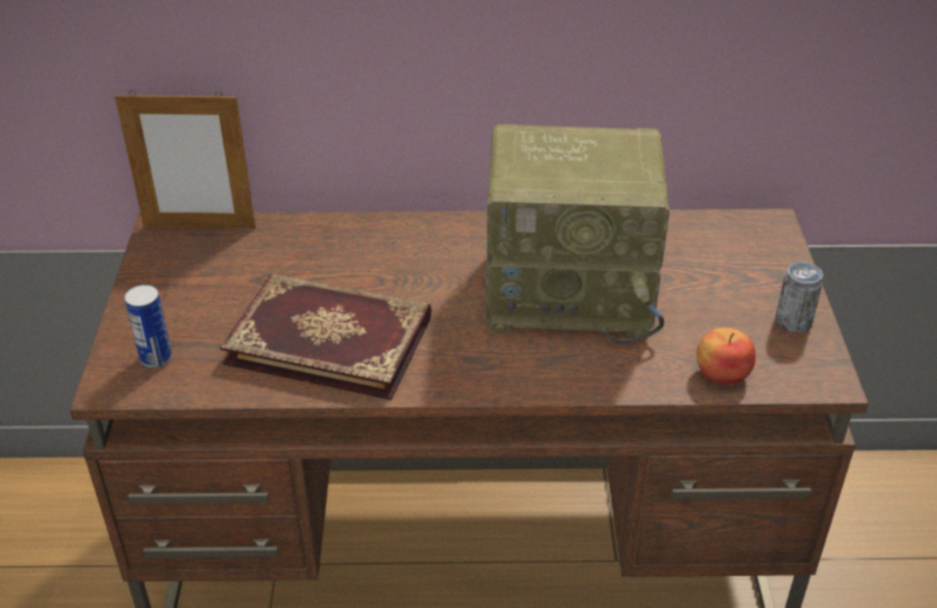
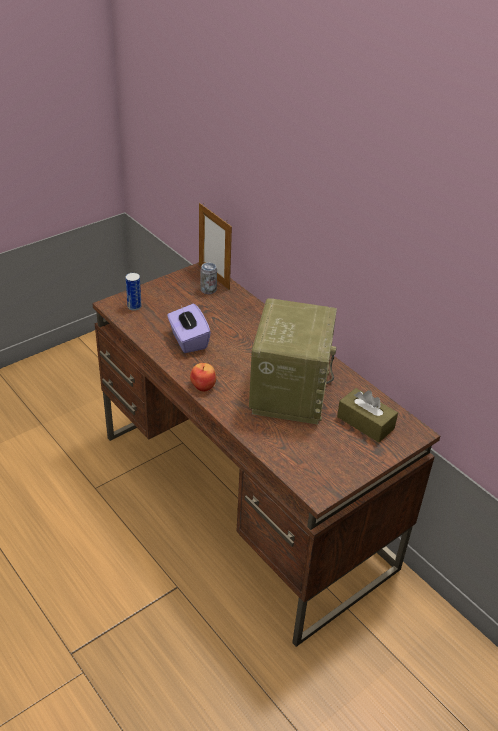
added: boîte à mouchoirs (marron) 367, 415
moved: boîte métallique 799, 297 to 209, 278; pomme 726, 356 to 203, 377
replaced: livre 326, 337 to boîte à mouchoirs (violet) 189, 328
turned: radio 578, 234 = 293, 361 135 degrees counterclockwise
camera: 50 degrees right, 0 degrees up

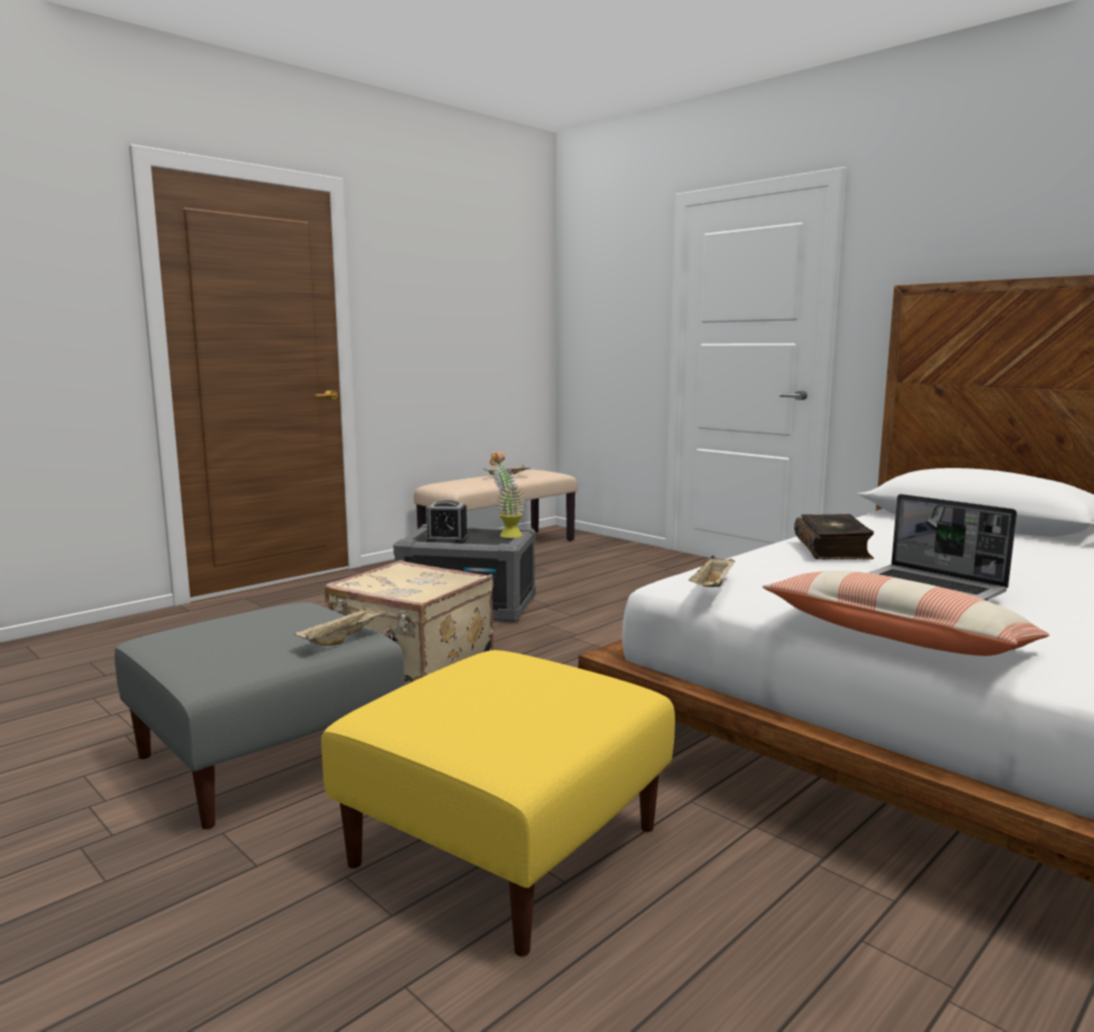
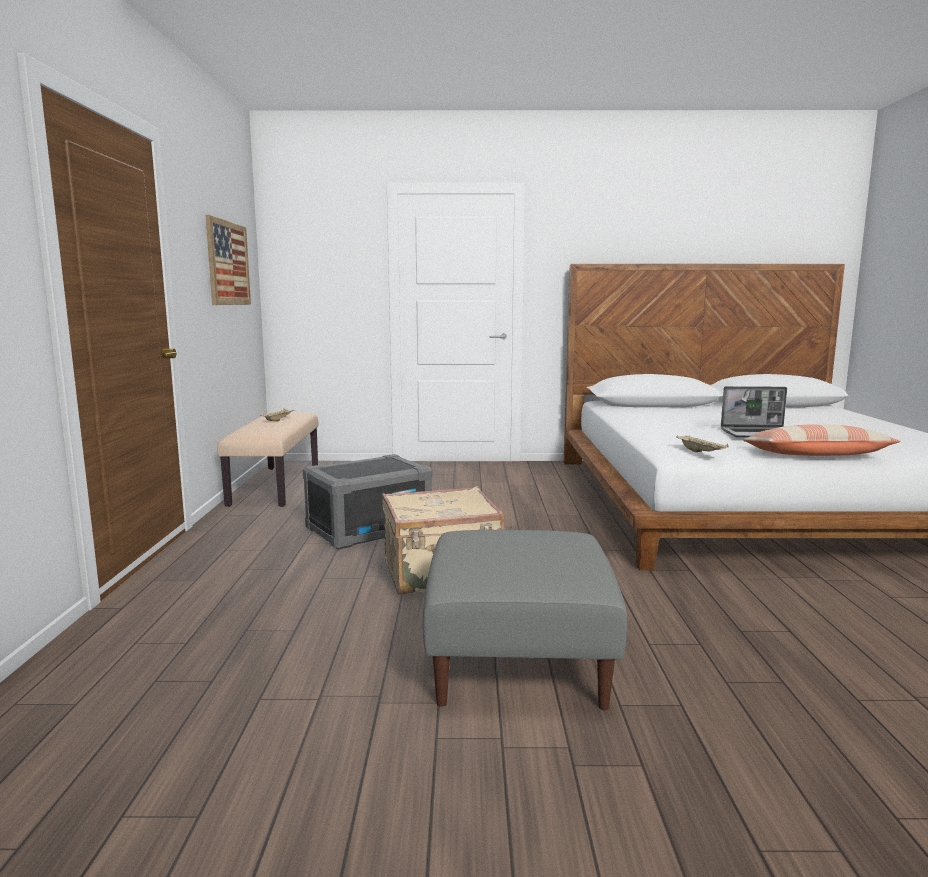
removed: plante en pot 507, 495; réveil 447, 521; livre 834, 537; plateau (beige) 340, 626; pouf (jaune) 498, 803
added: tableau 228, 260
camera: 45 degrees left, 0 degrees up

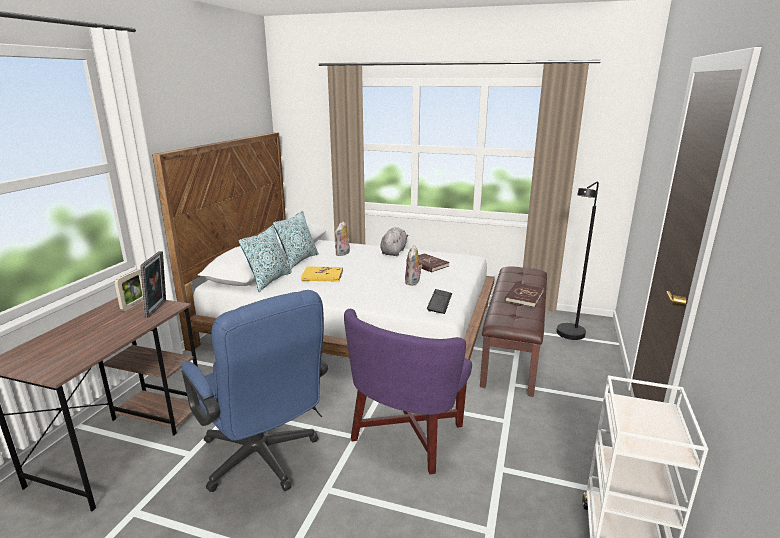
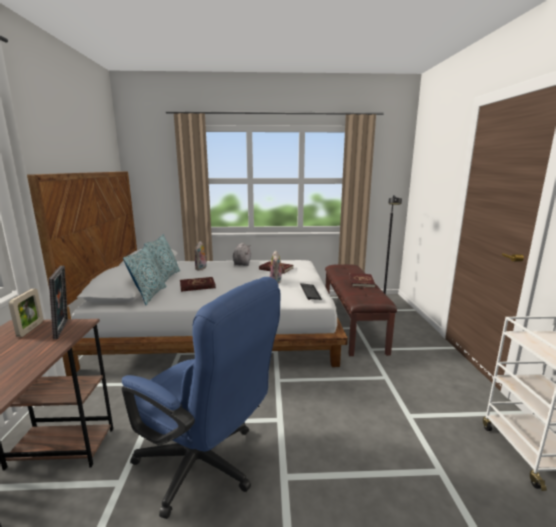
removed: fauteuil (violet) 408, 392
recoloured: livre (jaune) 322, 274 to livre (rouge) 198, 284
camera: 20 degrees left, 5 degrees down

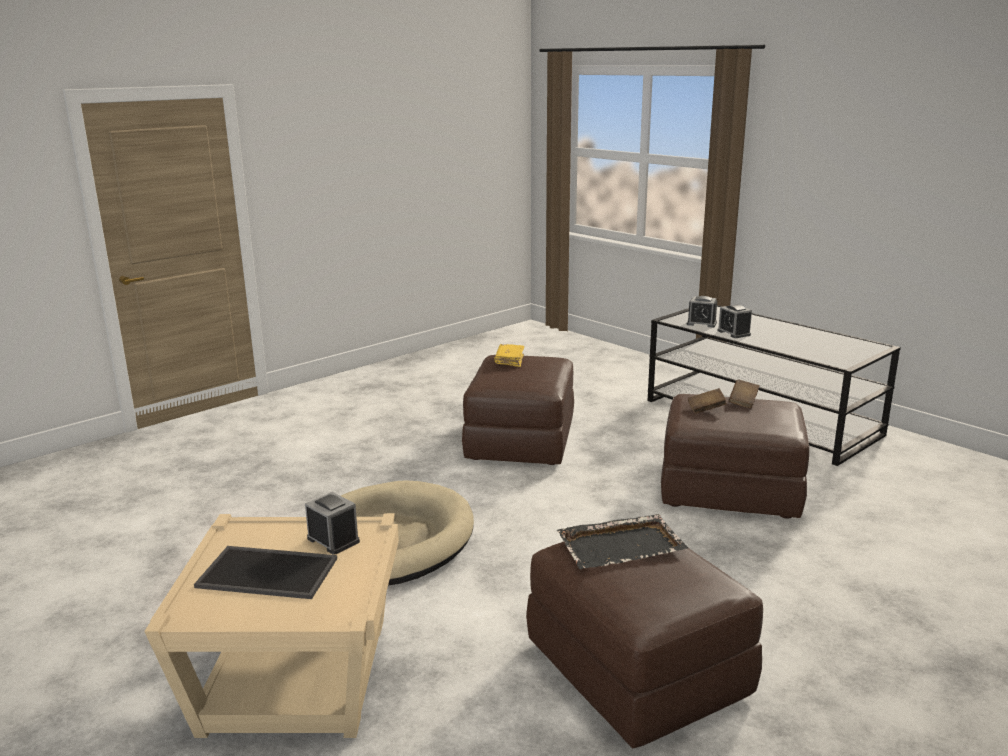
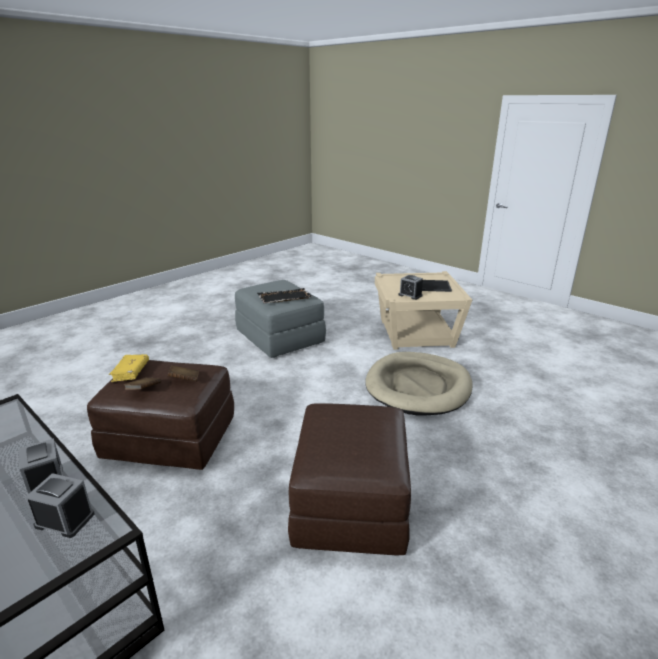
moved: livre (jaune) 509, 355 to 129, 368
recoloured: pouf (marron) 644, 645 to pouf (gris) 280, 319
camera: 175 degrees right, 5 degrees up

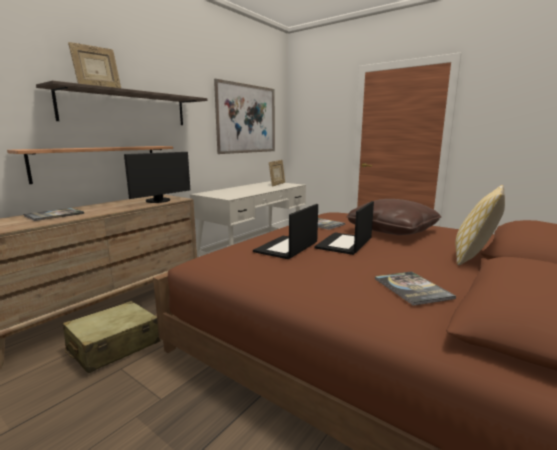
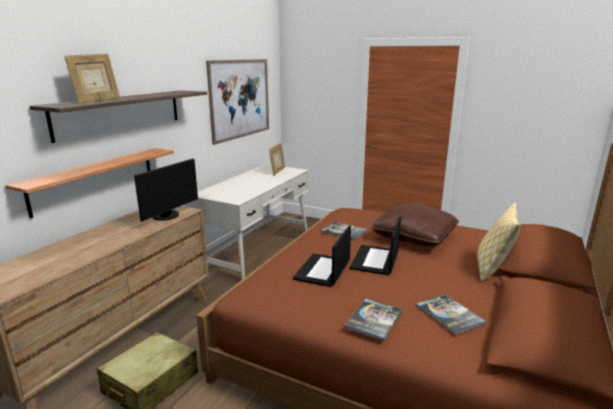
moved: livre 54, 214 to 373, 320
camera: 10 degrees left, 5 degrees up

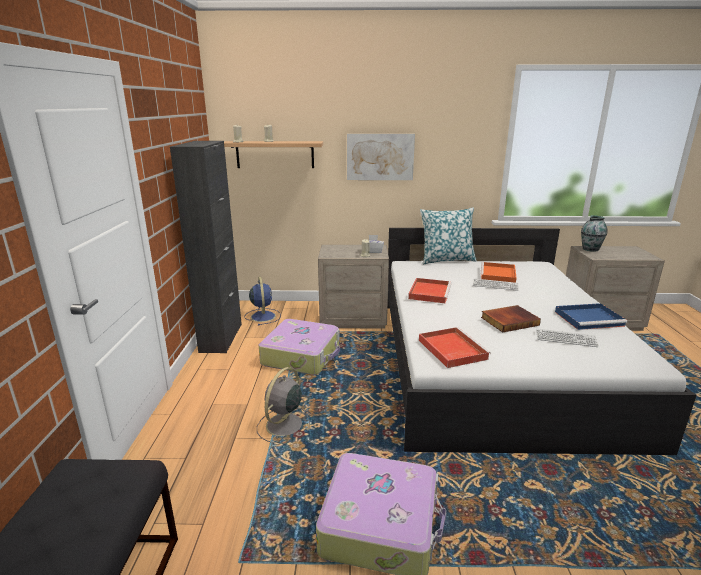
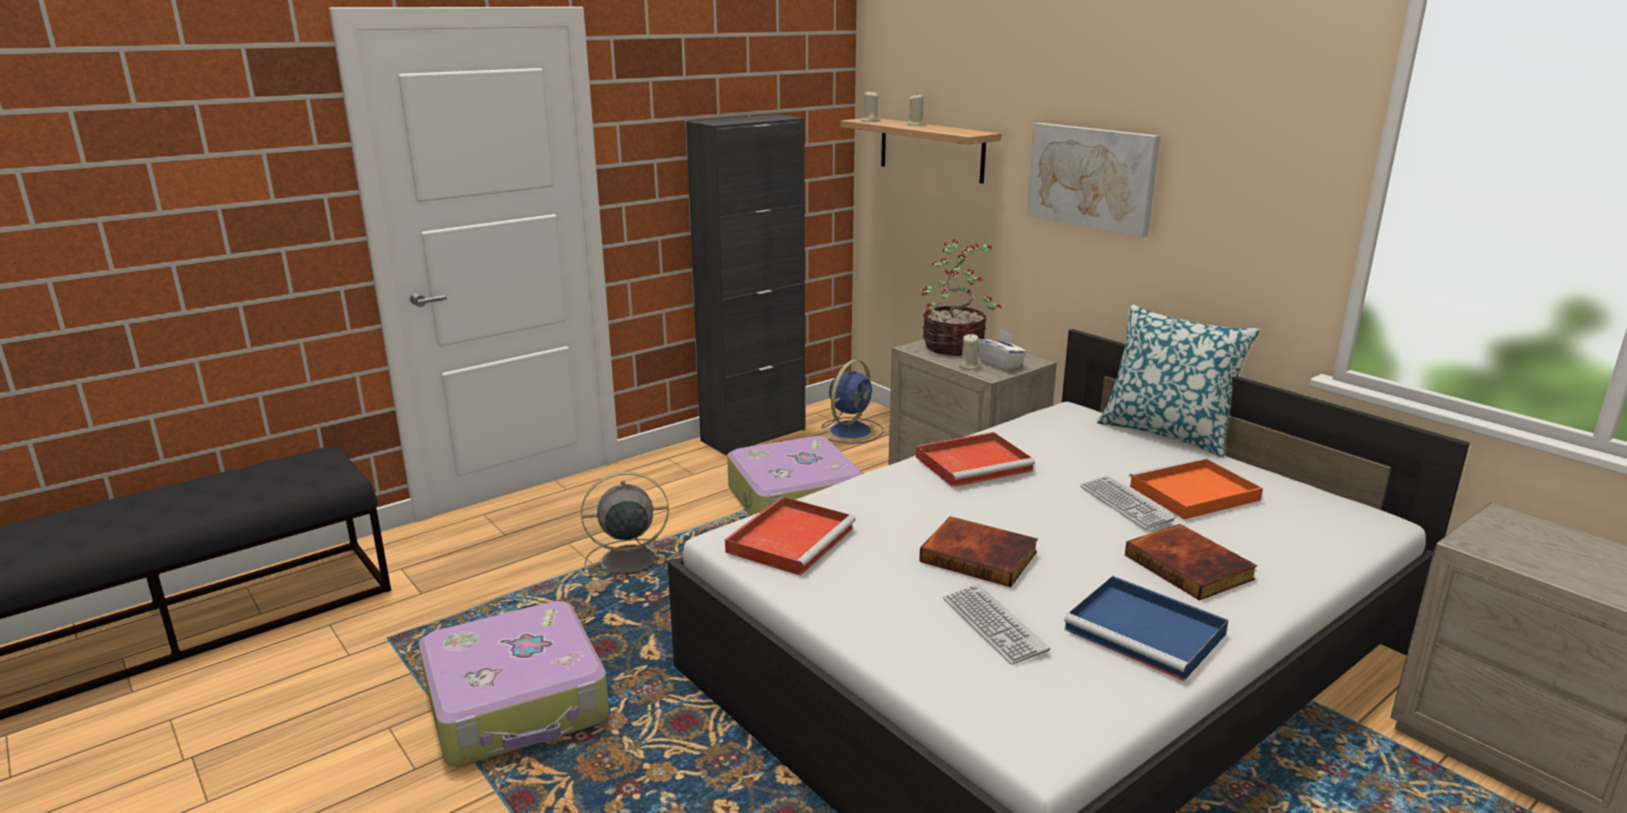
removed: vase 594, 233
added: plante en pot 962, 297; livre 1191, 562
camera: 50 degrees right, 0 degrees up

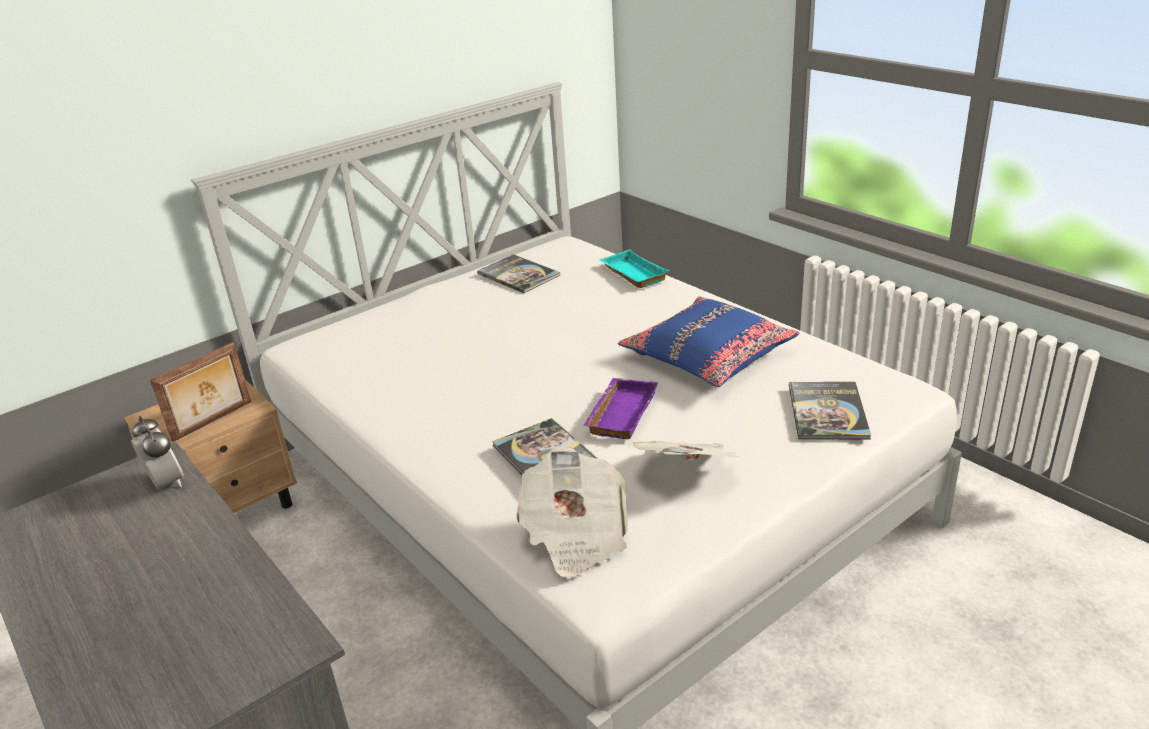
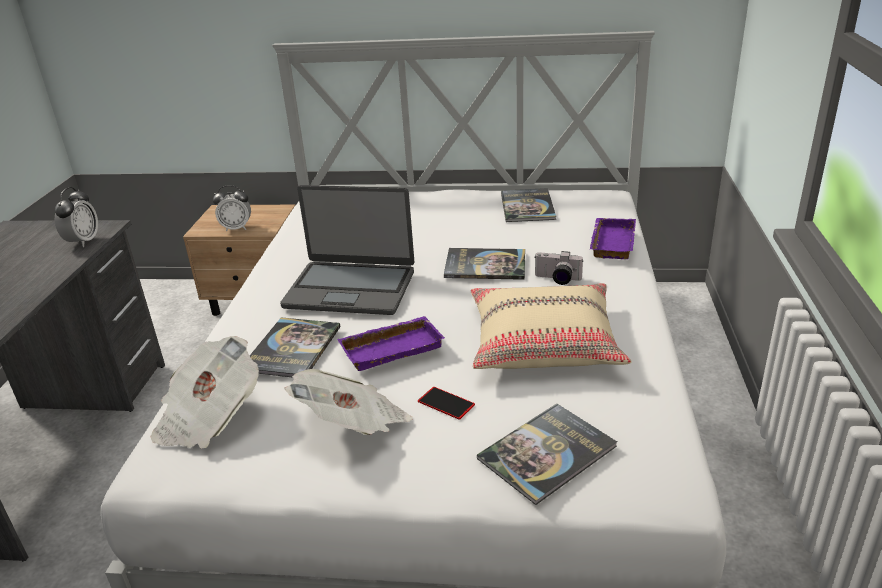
added: ordinateur portable 347, 250; livre 484, 264; appareil photo 559, 268; téléphone 446, 403
replaced: cadre photo 200, 392 to réveil 232, 208
recoloured: plateau (turquoise) 635, 268 to plateau (violet) 613, 238; coussin (bleu) 709, 341 to coussin (beige) 551, 326
camera: 45 degrees right, 0 degrees up

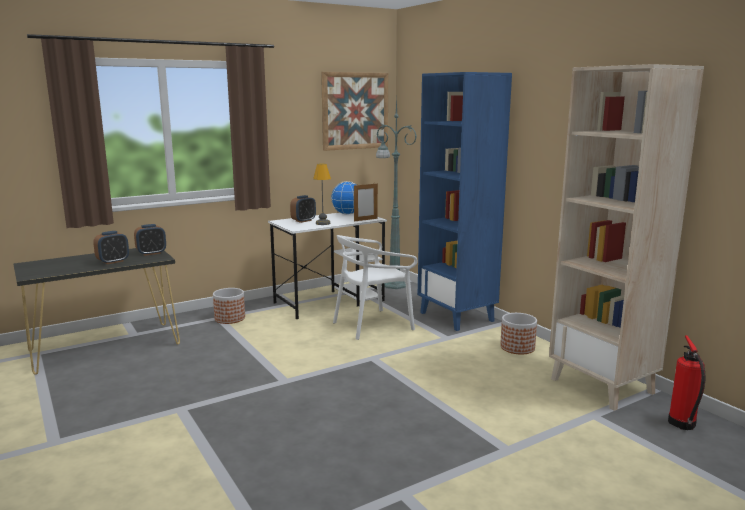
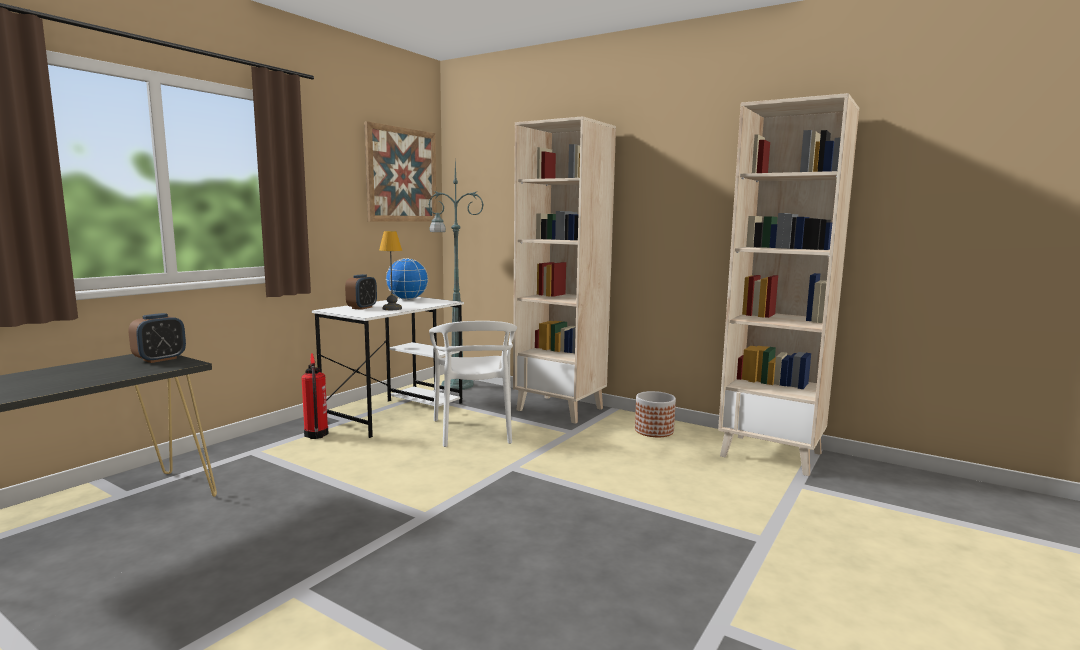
removed: cadre photo 366, 202; réveil 111, 247; cache-pot 229, 306
moved: extincteur 686, 383 to 315, 396
recoloured: bibliothèque (bleu) 465, 201 to bibliothèque (beige) 564, 270
turned: chaise (blanc) 375, 287 = 473, 384 45 degrees counterclockwise
camera: 25 degrees left, 5 degrees down

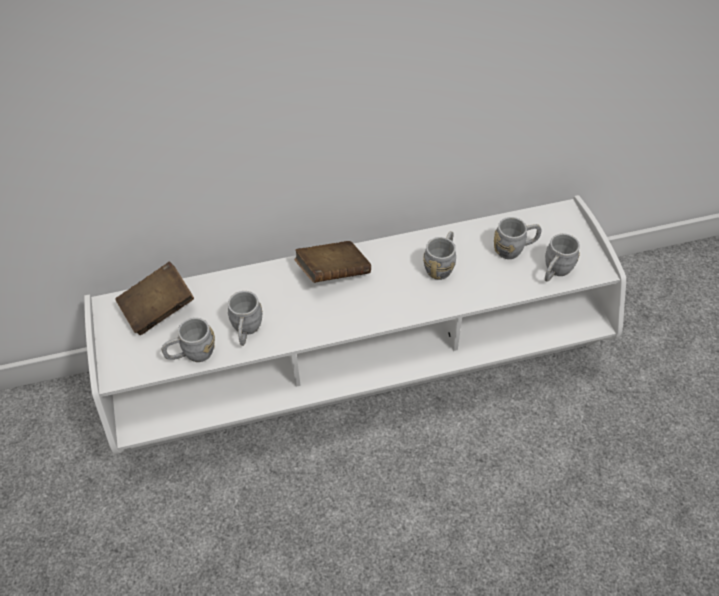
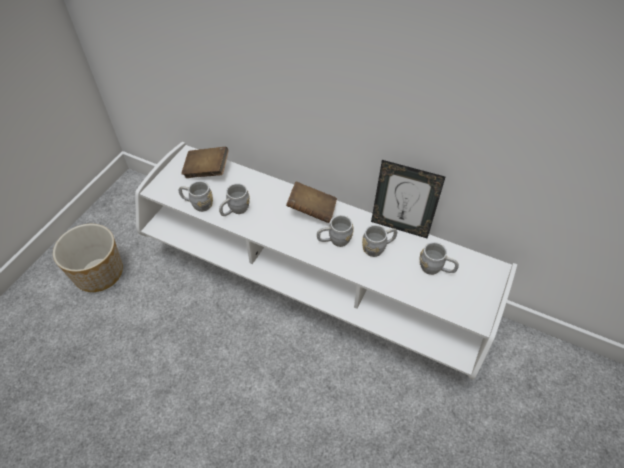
added: cadre photo 408, 199; cache-pot 88, 258
moved: mug (gris) 562, 257 to 335, 231
camera: 40 degrees right, 0 degrees up

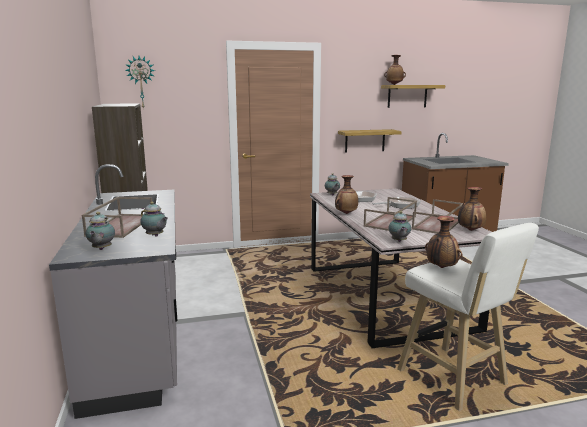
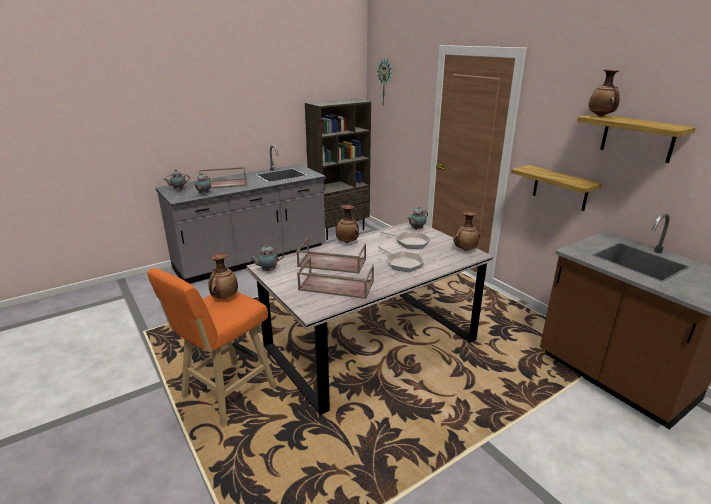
moved: vase 472, 209 to 466, 231
recoloured: tabouret (blanc) 468, 317 to tabouret (orange) 212, 347
camera: 70 degrees right, 10 degrees up

